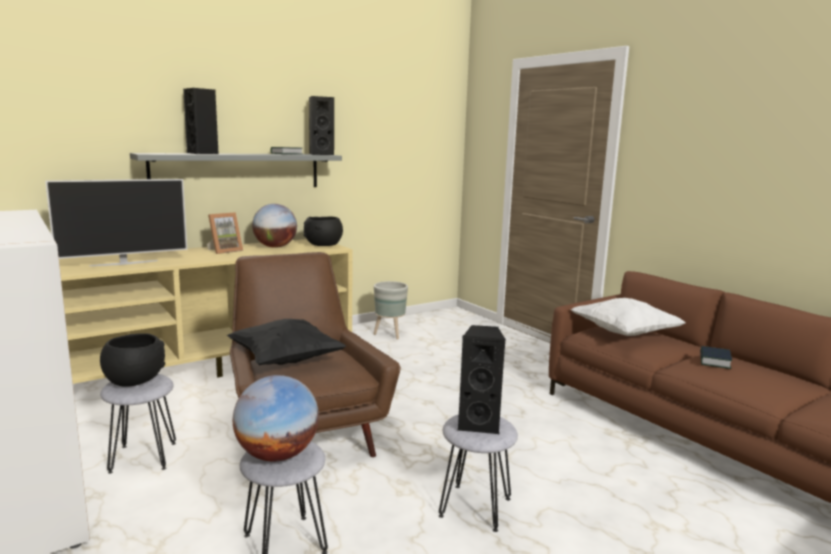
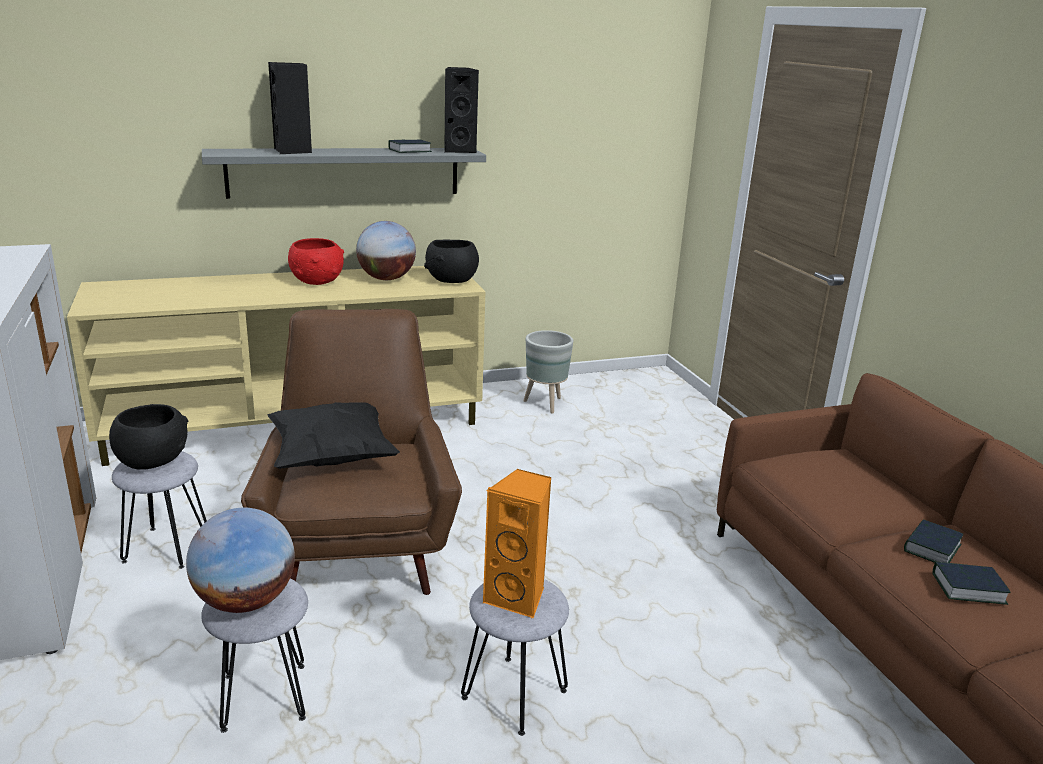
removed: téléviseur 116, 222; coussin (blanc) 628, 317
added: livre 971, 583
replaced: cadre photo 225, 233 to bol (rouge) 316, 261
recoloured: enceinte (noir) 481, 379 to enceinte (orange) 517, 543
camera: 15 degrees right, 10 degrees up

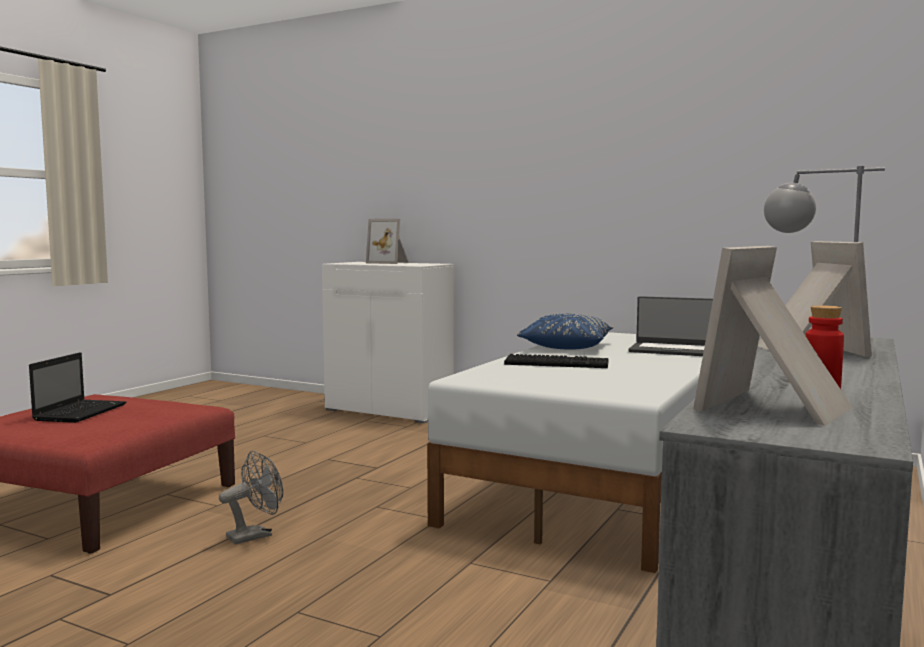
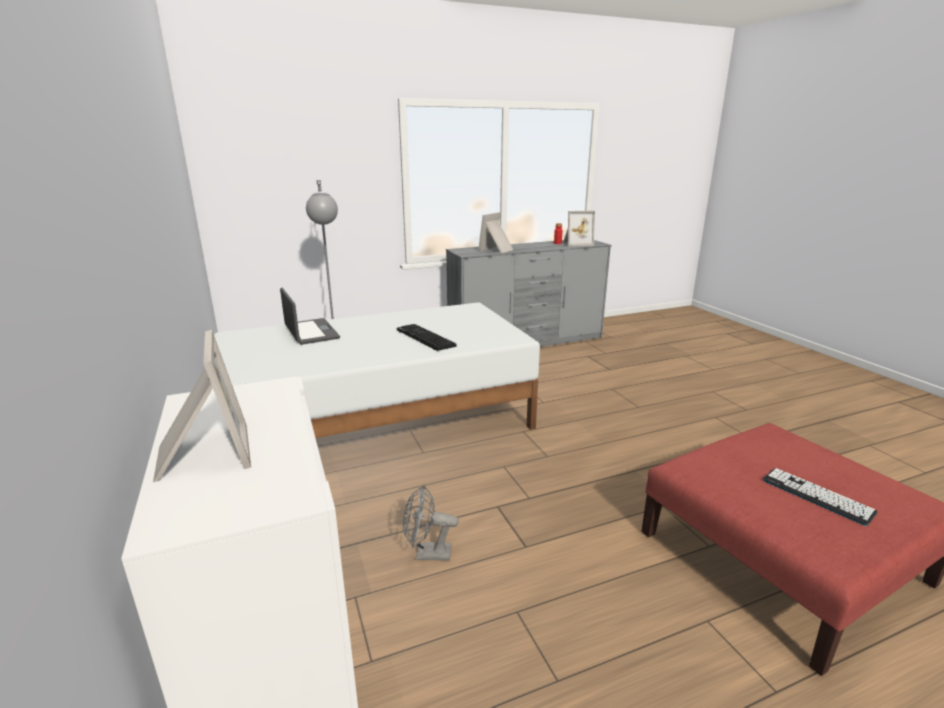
removed: coussin (bleu) 565, 332
moved: ventilateur (gris) 251, 498 to 431, 523
replaced: ordinateur portable 77, 387 to clavier 820, 497
camera: 140 degrees left, 15 degrees up

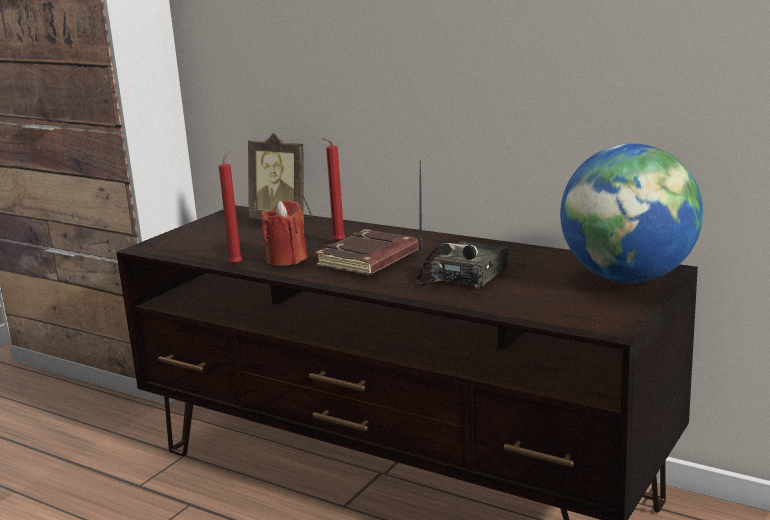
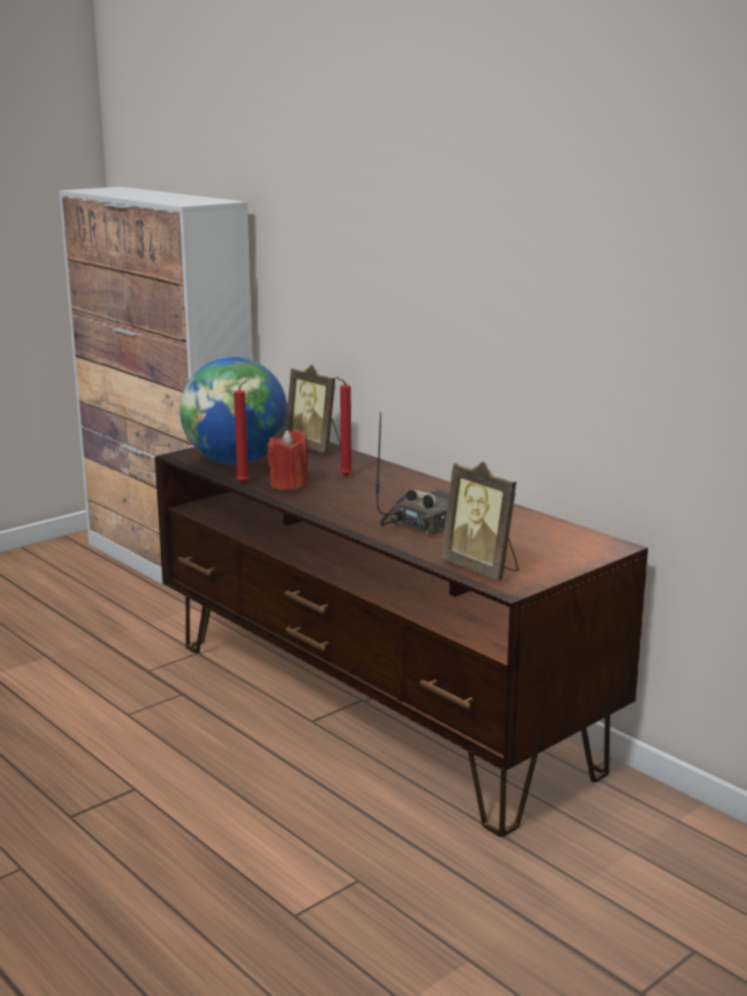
removed: livre (marron) 367, 252
added: cadre photo 479, 521
moved: globe 631, 213 to 234, 411
camera: 15 degrees right, 0 degrees up

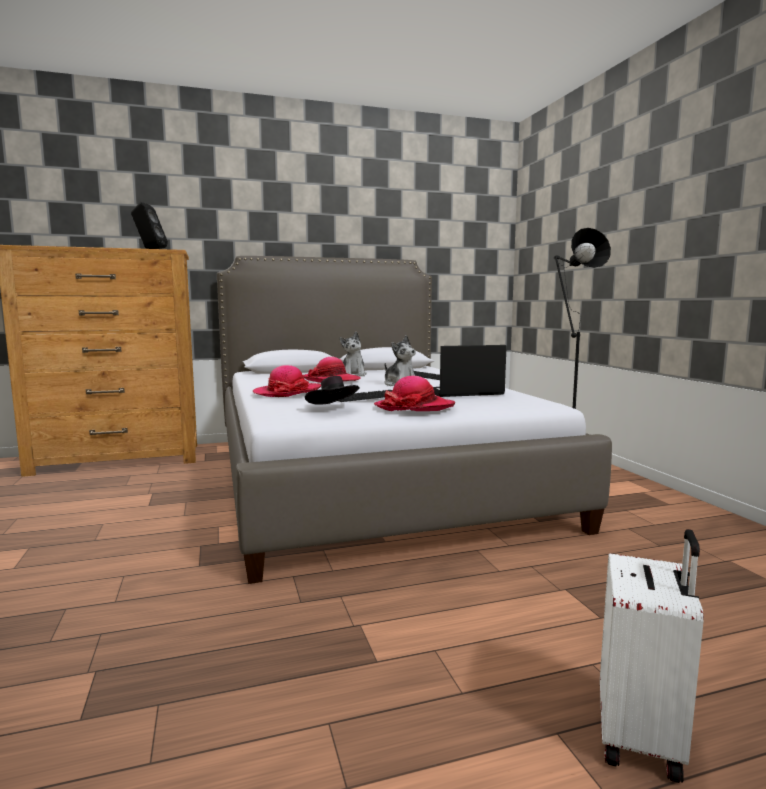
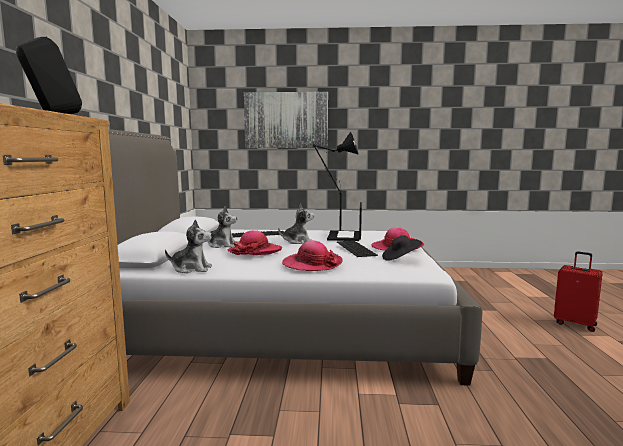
added: tableau 286, 120; peluche 188, 246
recoloured: valise (blanc) 652, 656 to valise (rouge) 578, 292
camera: 70 degrees left, 0 degrees up

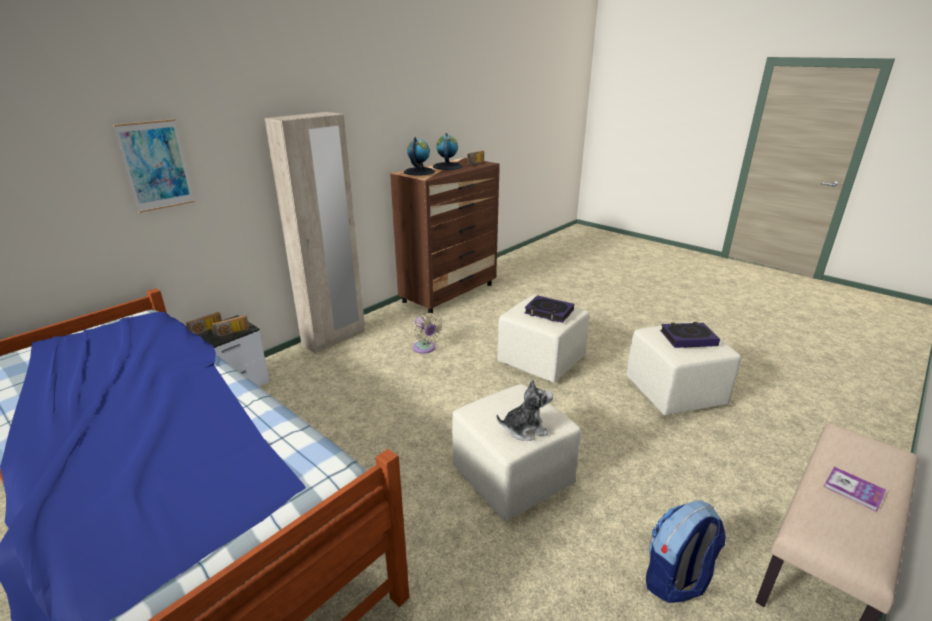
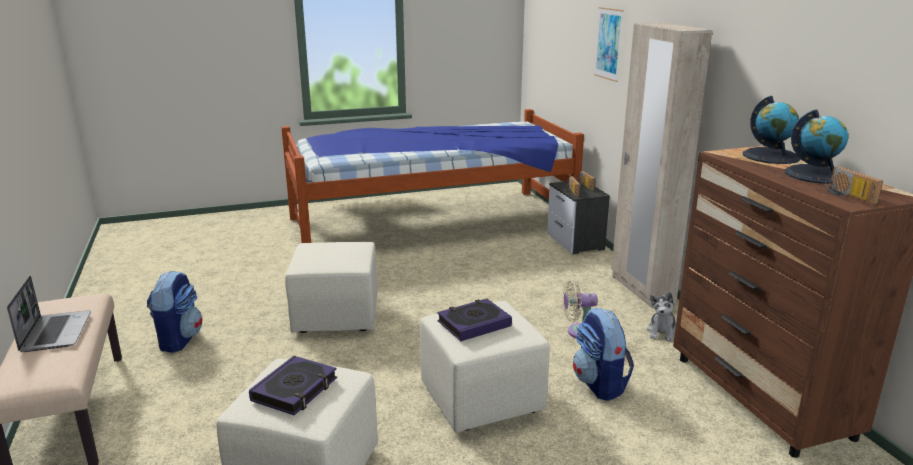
added: sac à dos 603, 354
moved: peluche 524, 410 to 661, 317
replaced: livre 855, 489 to ordinateur portable 49, 314
camera: 120 degrees right, 5 degrees down

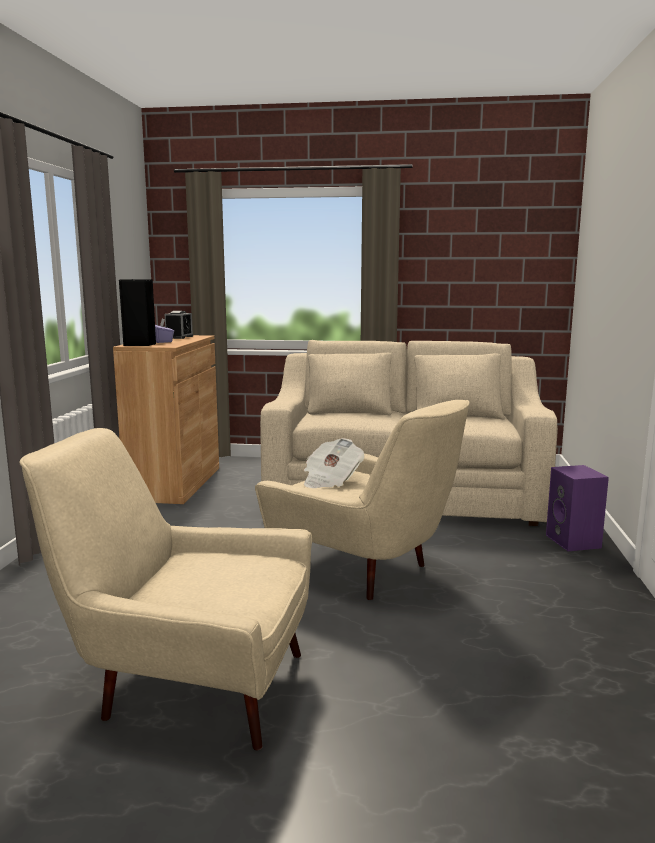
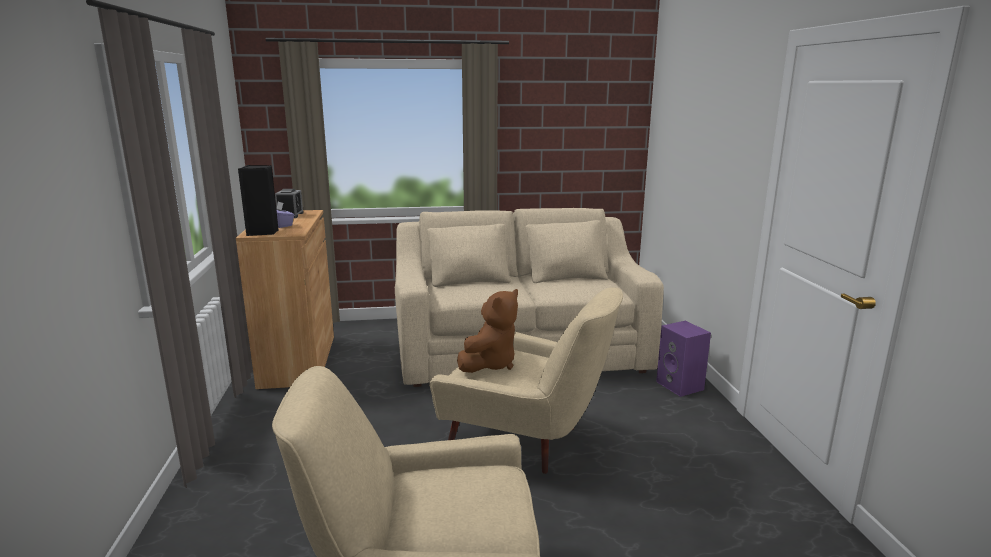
replaced: journal 334, 463 to peluche (marron) 487, 331
camera: 15 degrees left, 5 degrees up

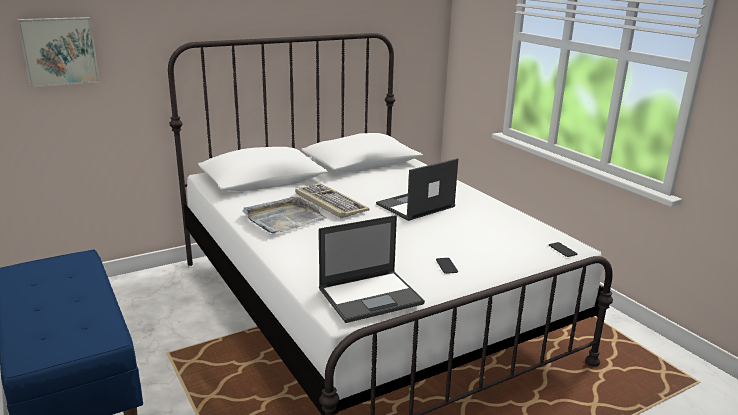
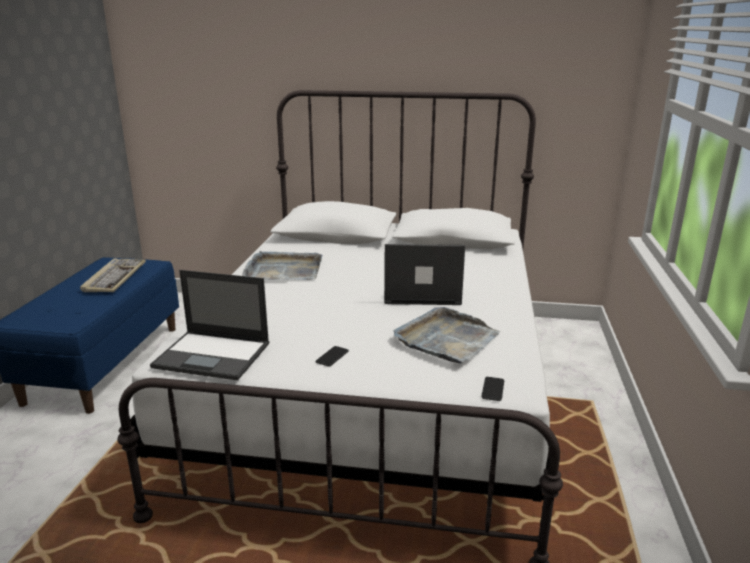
removed: tableau 58, 52
added: plateau (gris) 446, 335
moved: clavier 332, 201 to 113, 275
camera: 40 degrees right, 0 degrees up

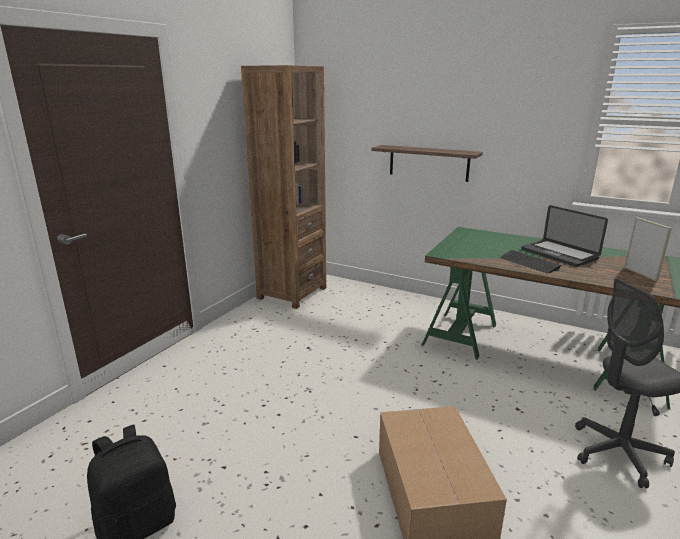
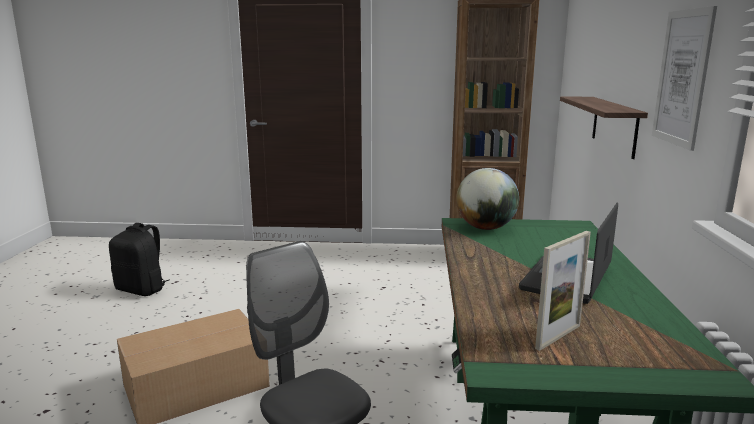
removed: clavier 530, 261
added: tableau 684, 78; globe 487, 199
camera: 65 degrees right, 5 degrees down

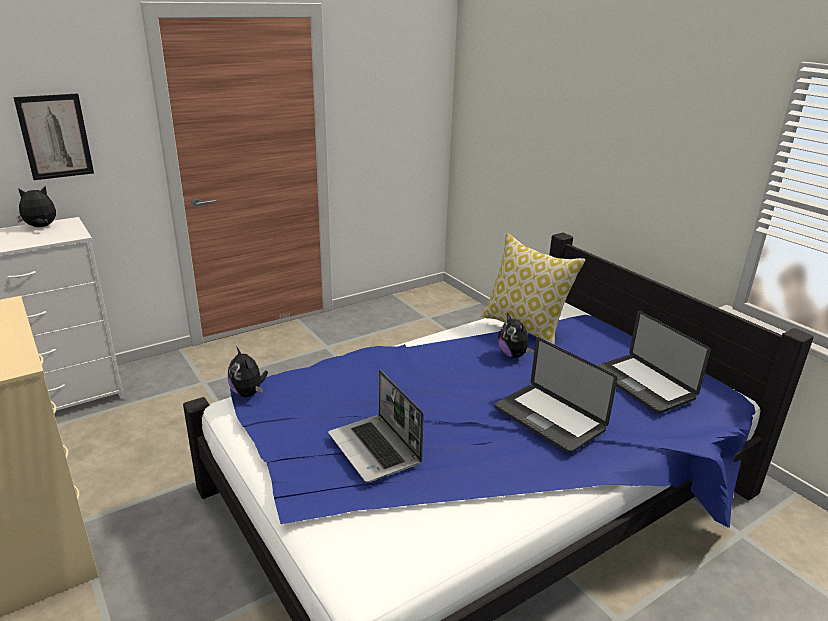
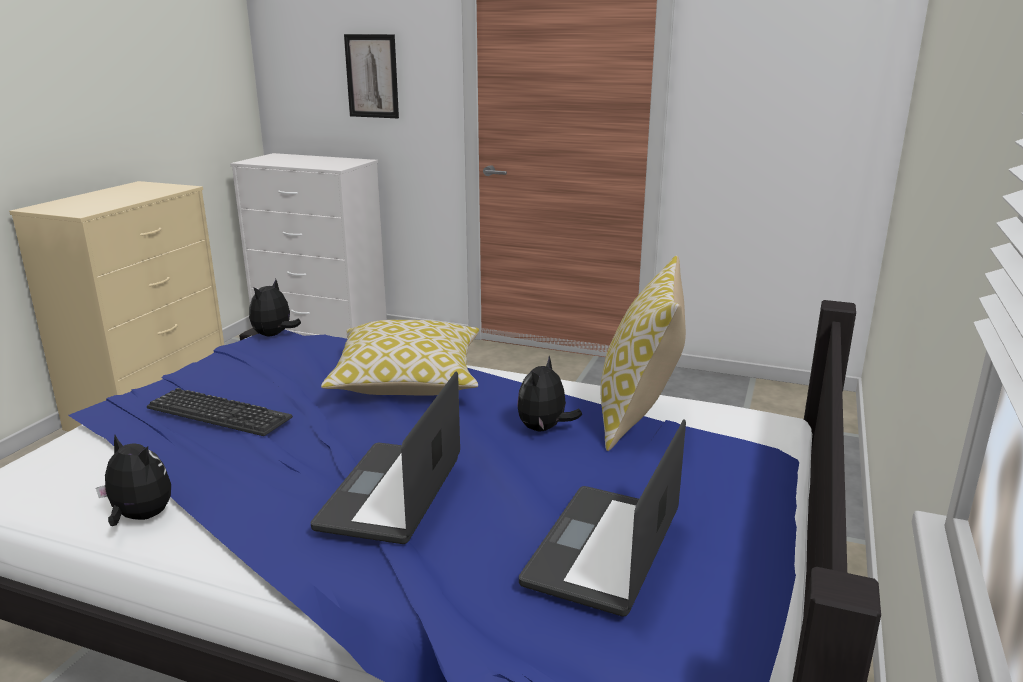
added: coussin 400, 358
moved: peluche 36, 206 to 133, 480
replaced: ordinateur portable 376, 426 to clavier 220, 412
camera: 55 degrees right, 5 degrees down

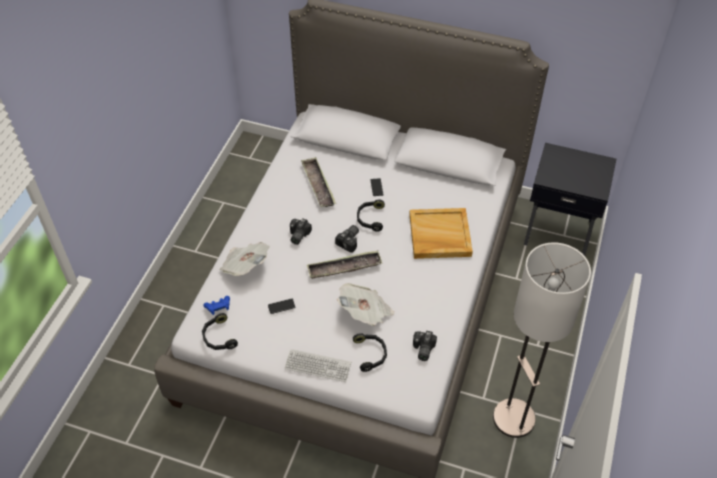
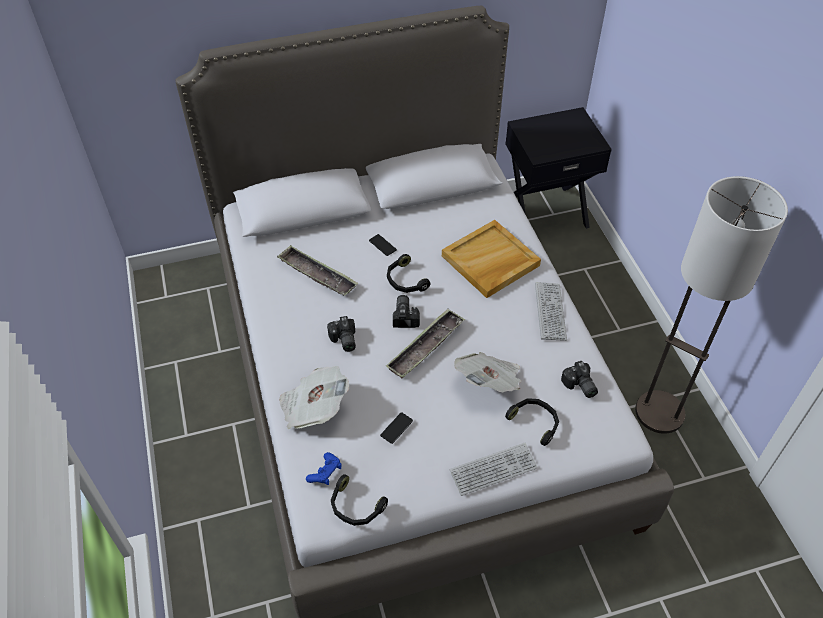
added: clavier 551, 311
camera: 35 degrees left, 0 degrees up

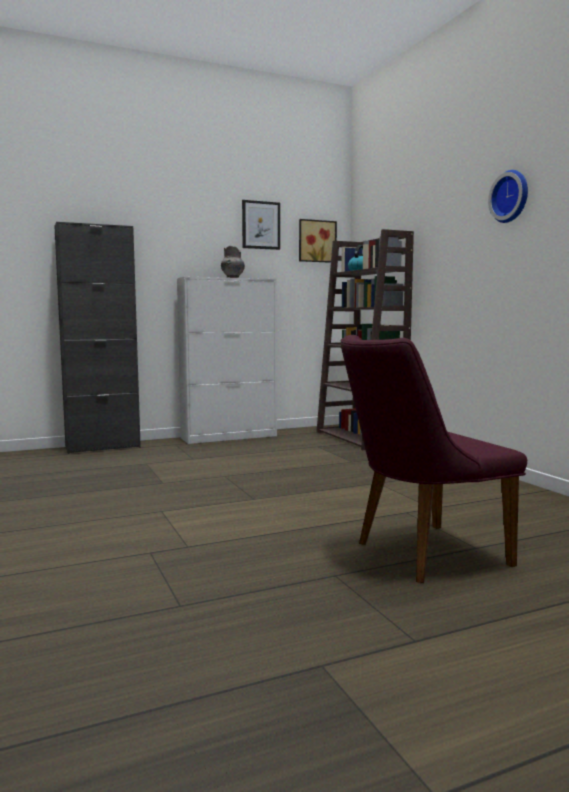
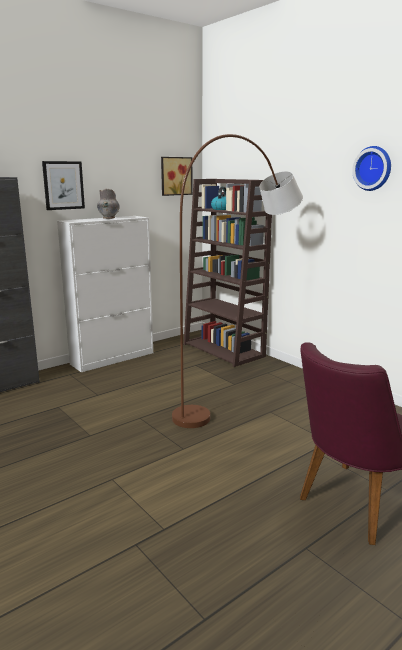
added: lampadaire (marron) 237, 281
moved: tableau 261, 225 to 63, 185
camera: 15 degrees left, 10 degrees up

